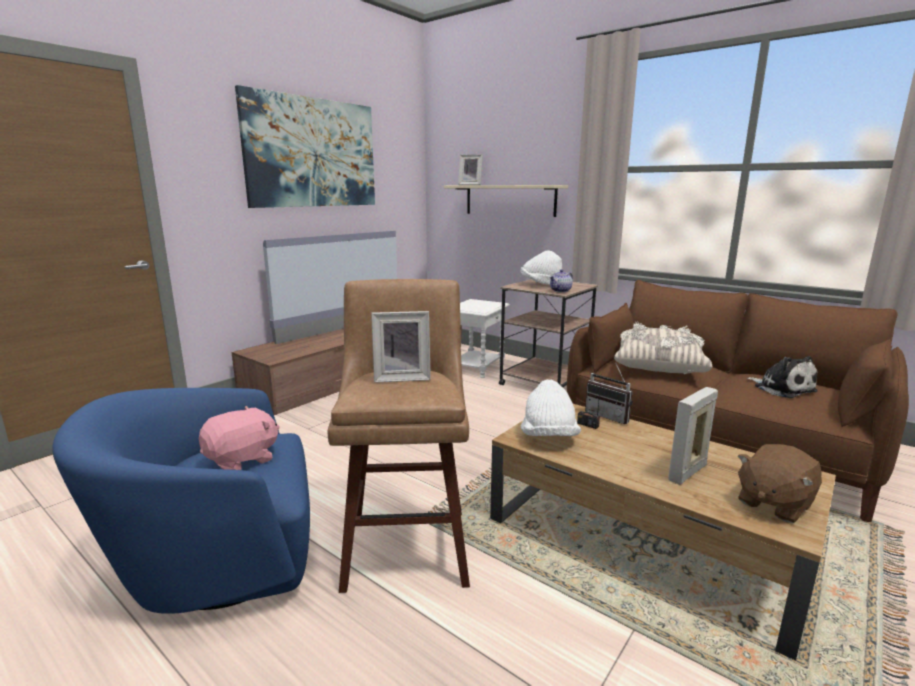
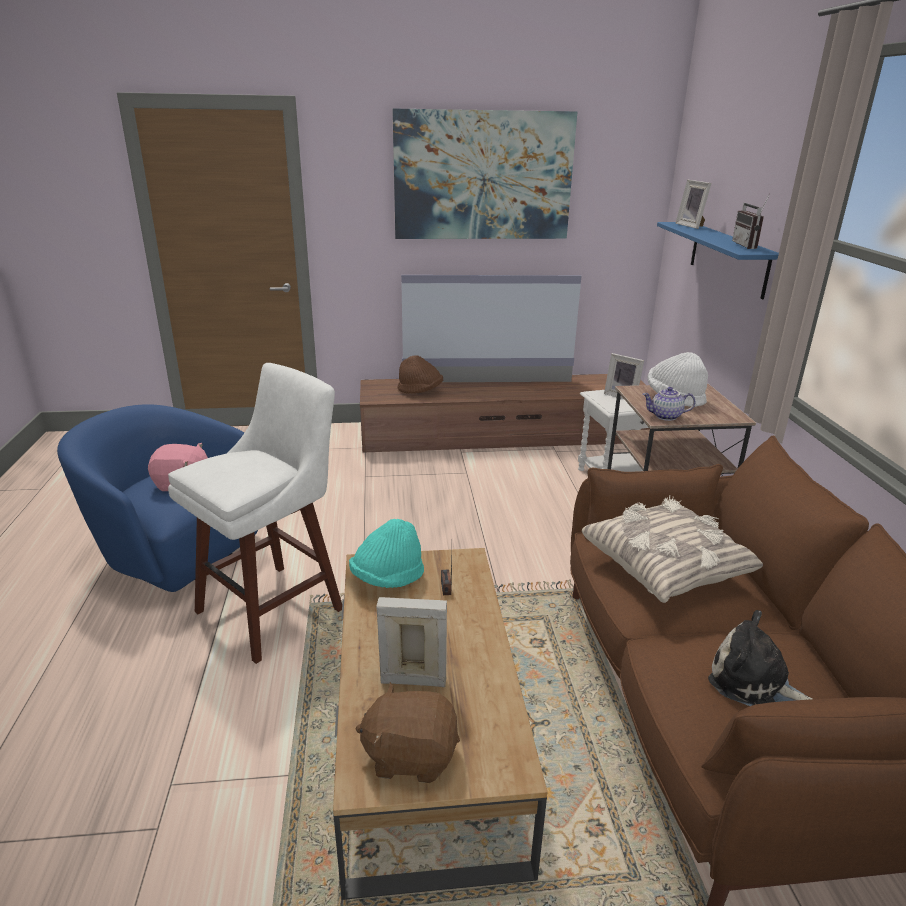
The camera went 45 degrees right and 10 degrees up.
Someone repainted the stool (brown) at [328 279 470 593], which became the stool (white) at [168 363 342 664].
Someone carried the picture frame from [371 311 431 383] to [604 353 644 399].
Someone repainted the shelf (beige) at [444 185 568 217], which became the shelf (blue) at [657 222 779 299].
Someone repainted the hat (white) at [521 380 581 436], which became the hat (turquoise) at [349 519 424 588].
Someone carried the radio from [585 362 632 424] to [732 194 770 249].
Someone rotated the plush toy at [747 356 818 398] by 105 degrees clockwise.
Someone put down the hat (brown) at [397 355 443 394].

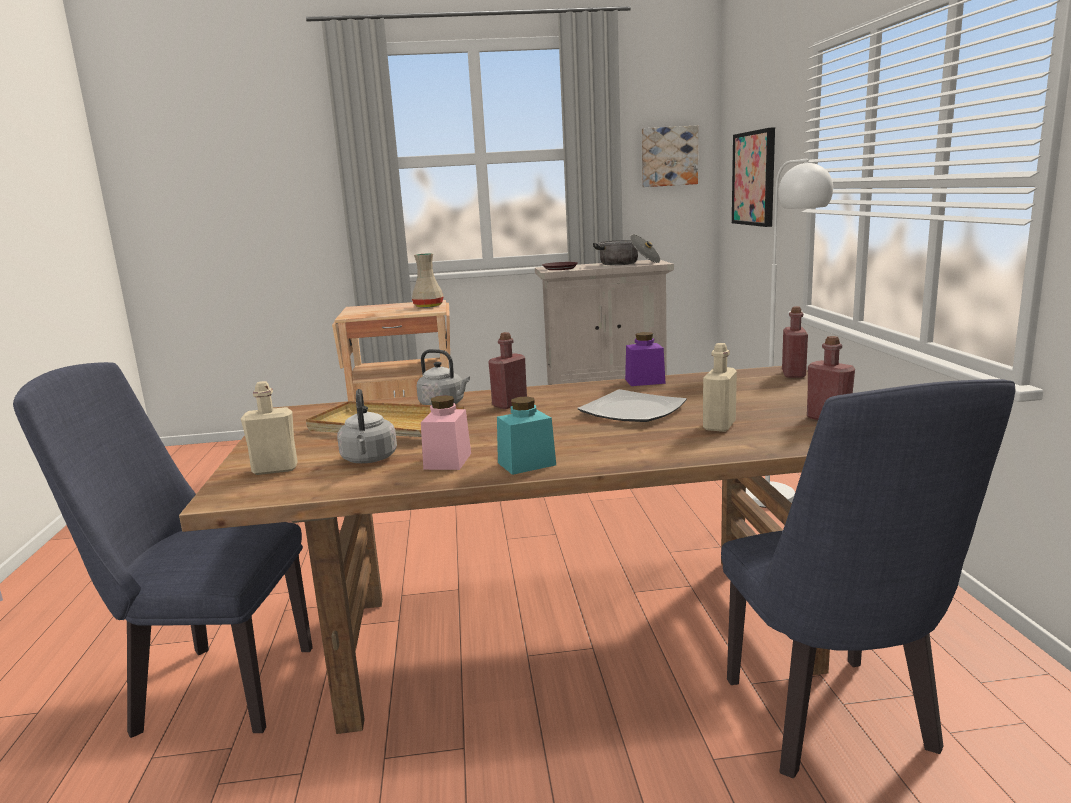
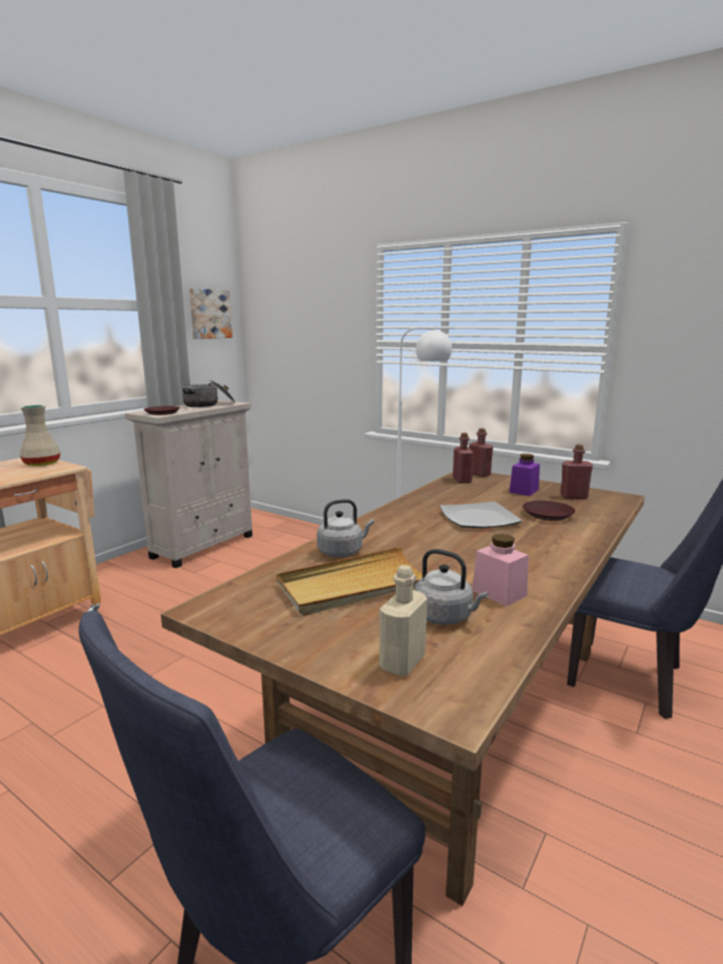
The camera went 50 degrees left and 0 degrees up.
Someone carried the bottle (red) from [488 332 527 409] to [453 433 474 483].
Someone took away the jar (turquoise) at [497 396 556 475].
Someone carried the jar (purple) from [625 332 666 386] to [509 454 540 496].
Someone swapped the bottle (beige) at [703 343 737 432] for the plate (brown) at [522 501 576 521].
Someone took away the picture at [732 127 775 227].

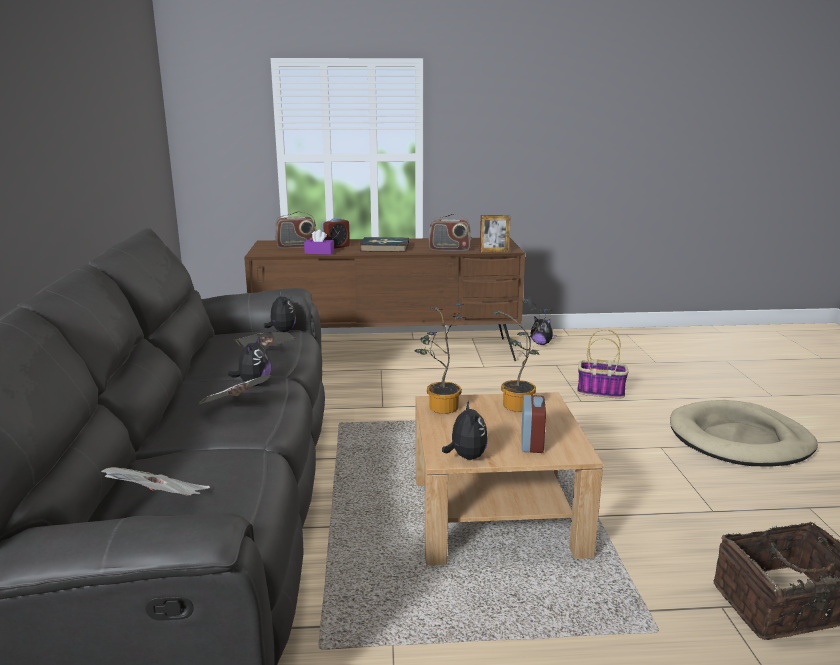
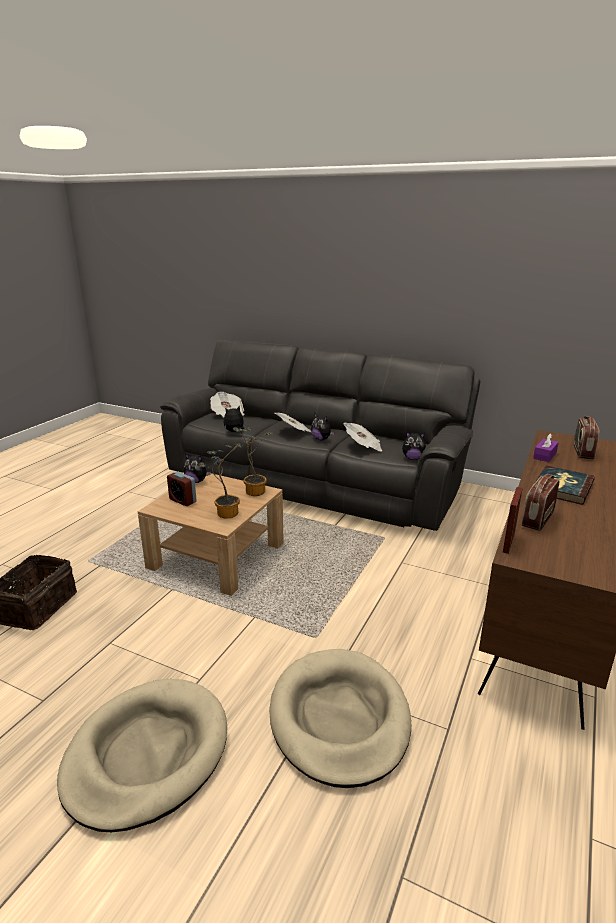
The camera went 120 degrees right and 5 degrees up.
Someone took away the alarm clock at [321 218 350 249].
Someone carried the plush toy from [531 317 556 345] to [223 406 244 432].
Someone swapped the basket at [577 329 629 398] for the dog bed (beige) at [269 649 411 788].

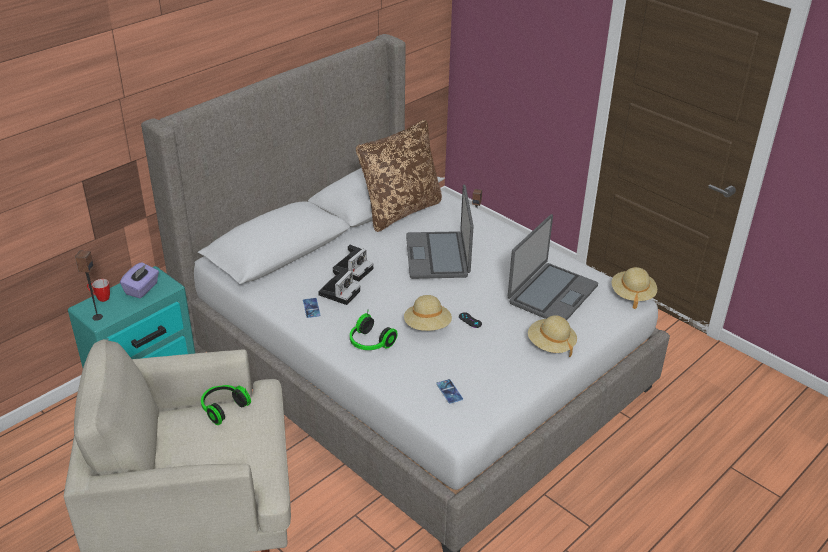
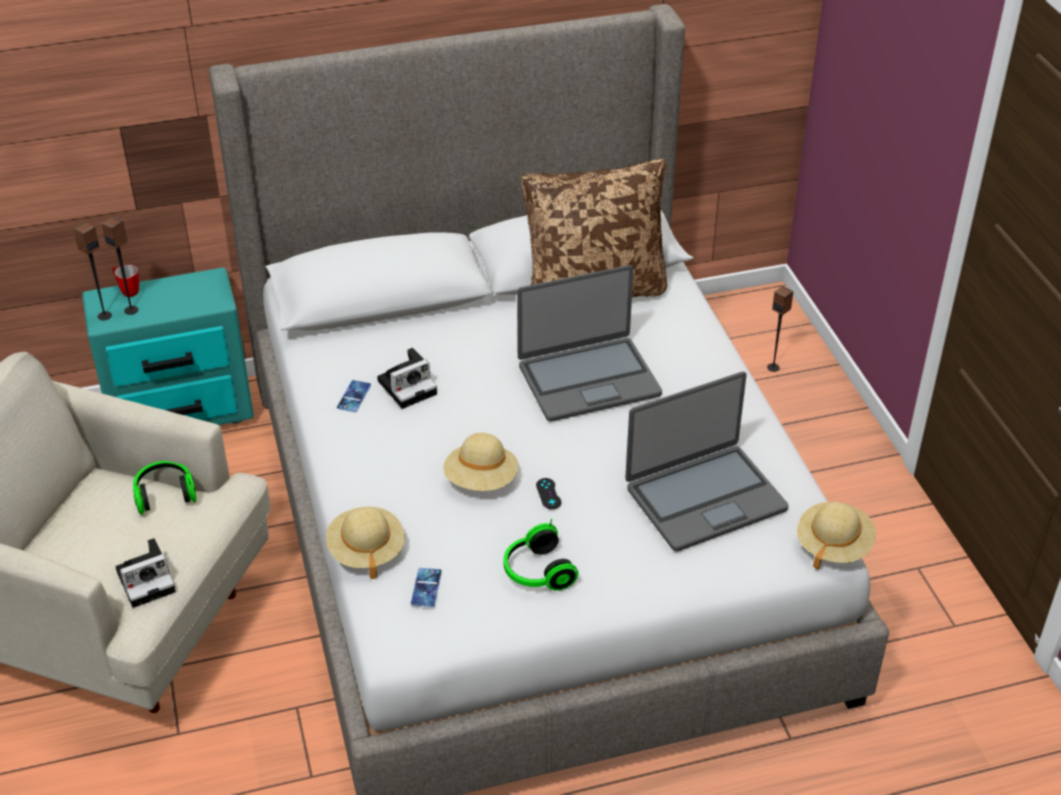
The camera went 30 degrees right and 5 degrees up.
Someone took away the tissue box (purple) at [120 262 159 298].
Someone carried the photo camera from [333 245 373 282] to [115 538 176 608].
Someone carried the headphones from [350 312 398 350] to [504 518 579 591].
Someone rotated the laptop at [406 184 474 279] by 135 degrees counterclockwise.
Someone carried the hat (beige) from [528 315 577 357] to [326 507 405 579].
Someone put down the speaker at [101 216 139 315].

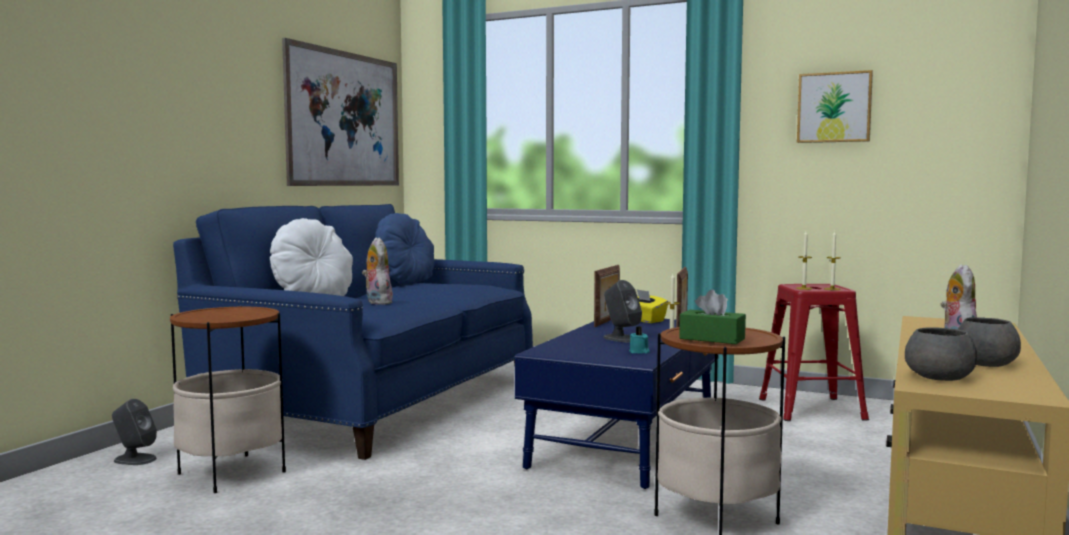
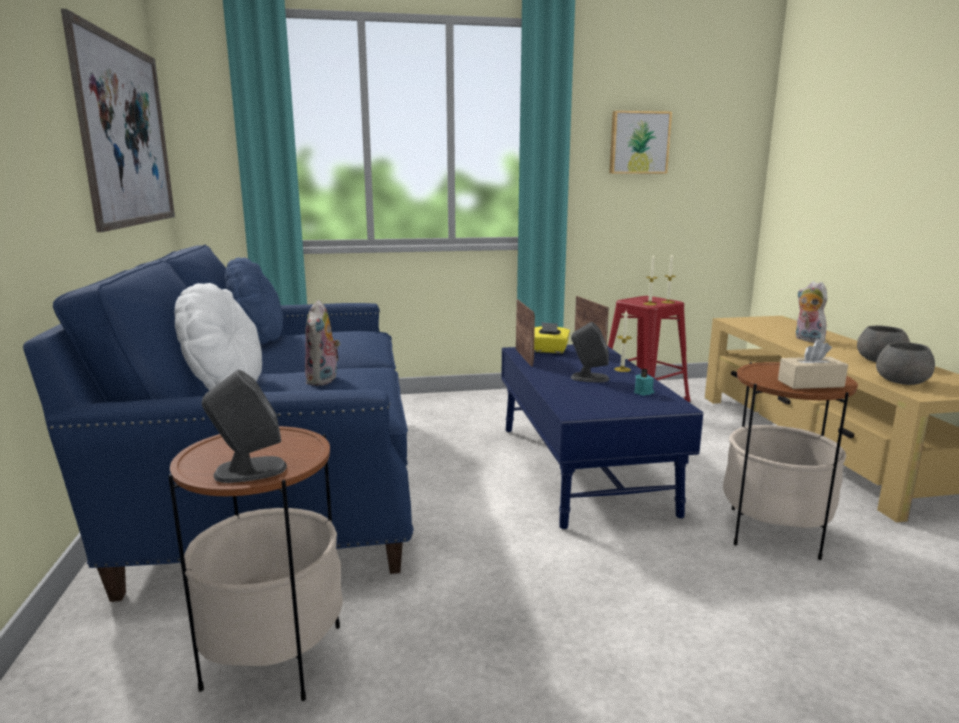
The camera went 35 degrees left and 10 degrees up.
Someone carried the speaker (grey) from [112 399 157 465] to [202 370 287 483].
Someone rotated the plush toy at [362 237 393 305] by 120 degrees counterclockwise.
Someone repainted the tissue box (green) at [679 289 746 344], which became the tissue box (beige) at [778 339 848 389].

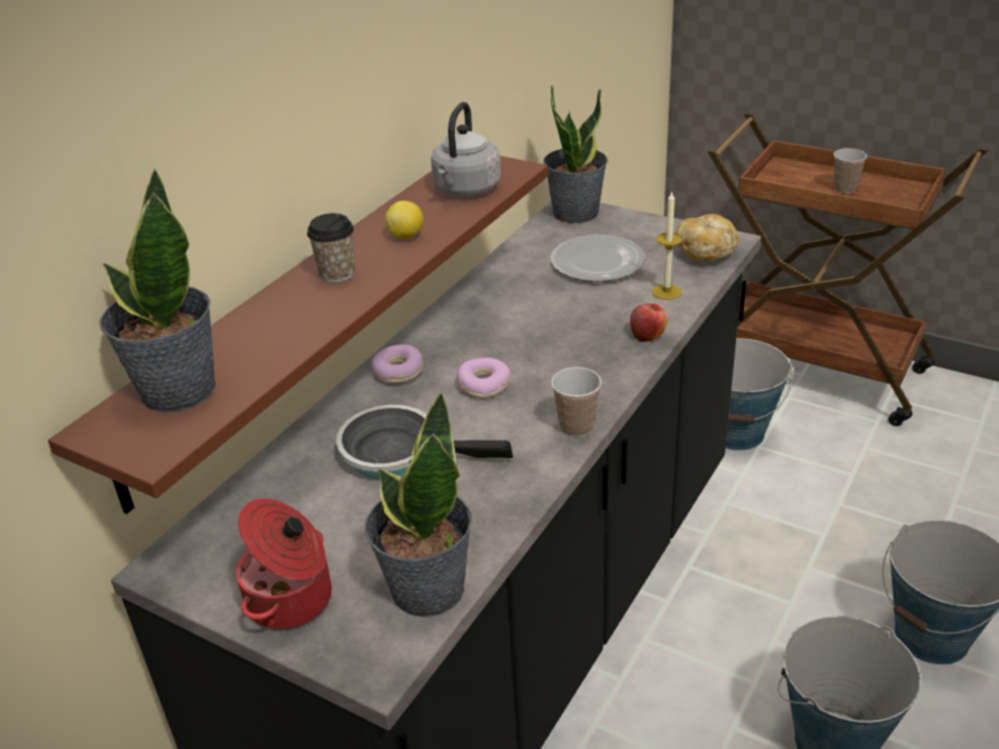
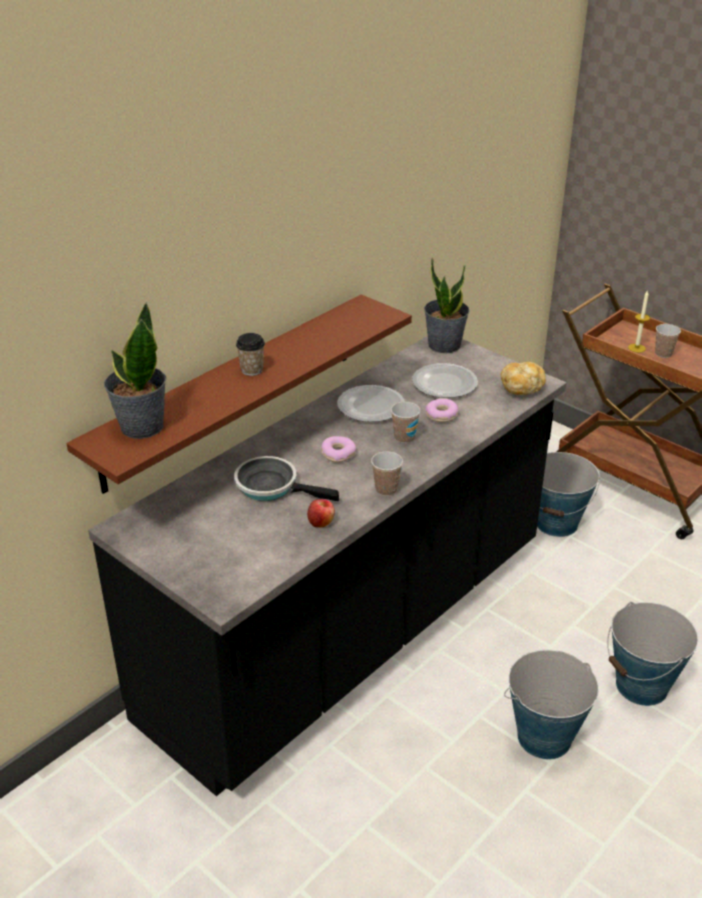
The camera went 10 degrees right and 0 degrees up.
Someone took away the cooking pot at [236 498 332 630].
Someone took away the potted plant at [365 391 472 617].
Someone carried the donut from [371 344 423 383] to [425 399 458 422].
Someone took away the lemon at [385 201 423 239].
Someone took away the kettle (grey) at [431 102 501 196].
Someone carried the apple from [630 303 668 342] to [307 499 335 527].
Someone carried the candle from [652 192 682 300] to [628 290 650 353].
Someone put down the plate at [337 385 405 422].
Someone put down the cup at [391 402 421 443].

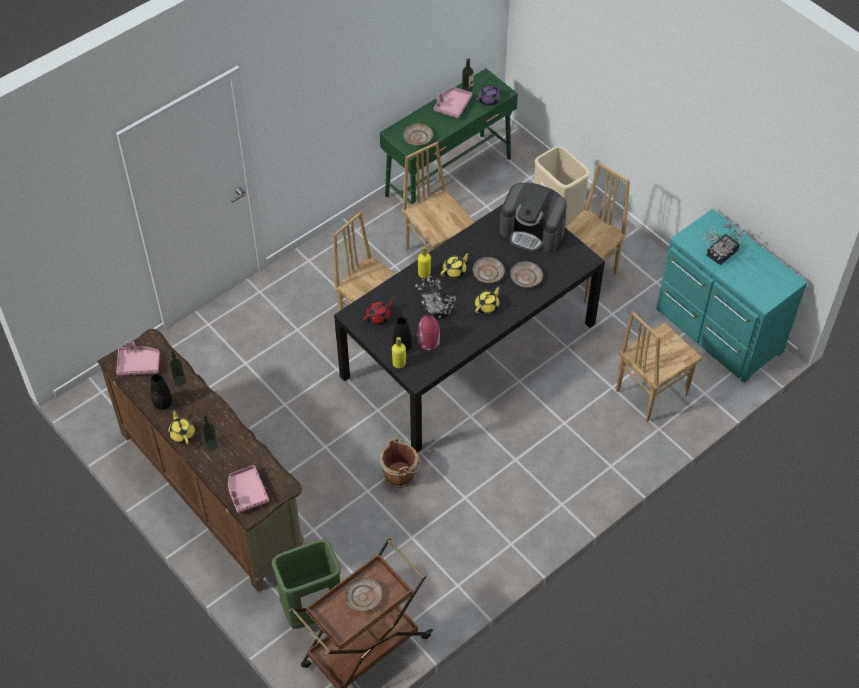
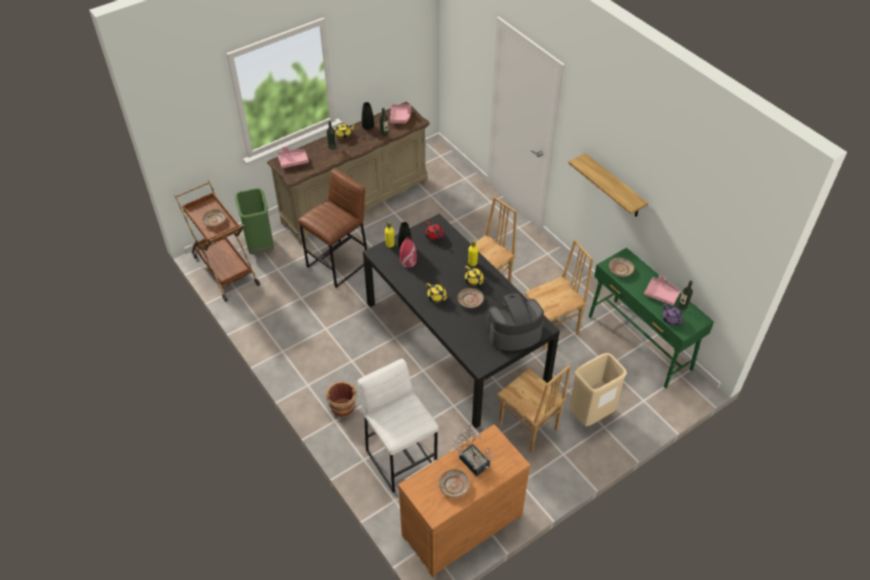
The camera went 95 degrees right and 5 degrees down.
Someone carried the bucket (brown) from [380 438 421 488] to [325 382 357 418].
Someone took away the potted plant at [415 275 456 320].
Someone rotated the coffee machine at [499 183 567 253] by 45 degrees clockwise.
Someone carried the plate (beige) from [510 262 543 288] to [439 469 470 498].
Someone swapped the chair (brown) at [616 311 702 422] for the stool (white) at [358 359 439 493].
Someone repainted the dresser (turquoise) at [656 209 808 383], which became the dresser (brown) at [398 424 531 577].
Someone put down the stool (brown) at [298 169 367 288].
Someone put up the shelf at [568 153 648 217].

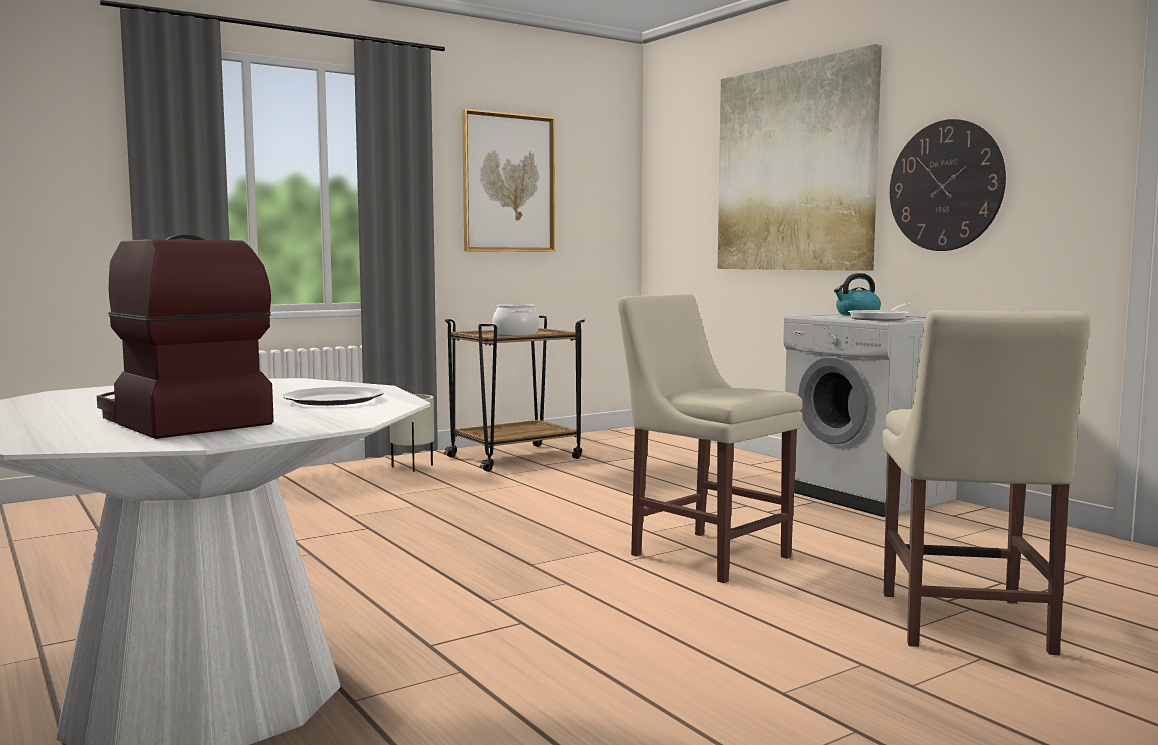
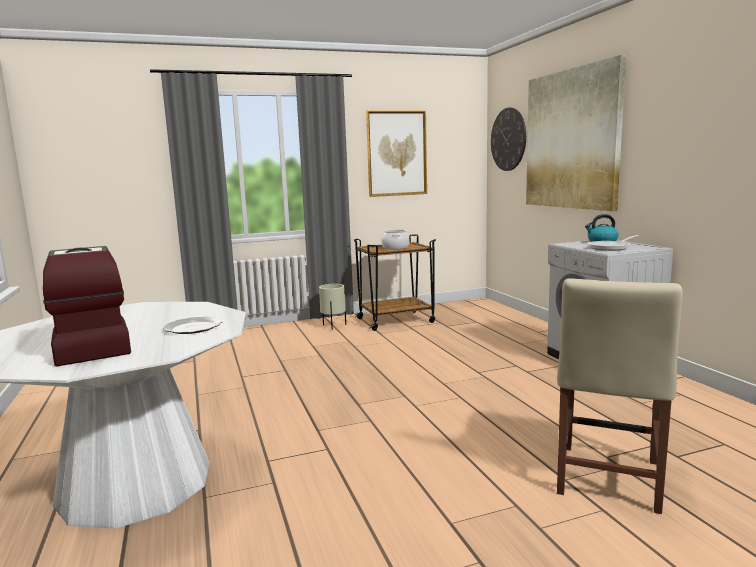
The camera went 15 degrees right and 5 degrees up.
Someone took away the chair (beige) at [618 294 803 583].
Someone carried the wall clock from [890 119 1006 251] to [491 108 526 171].

